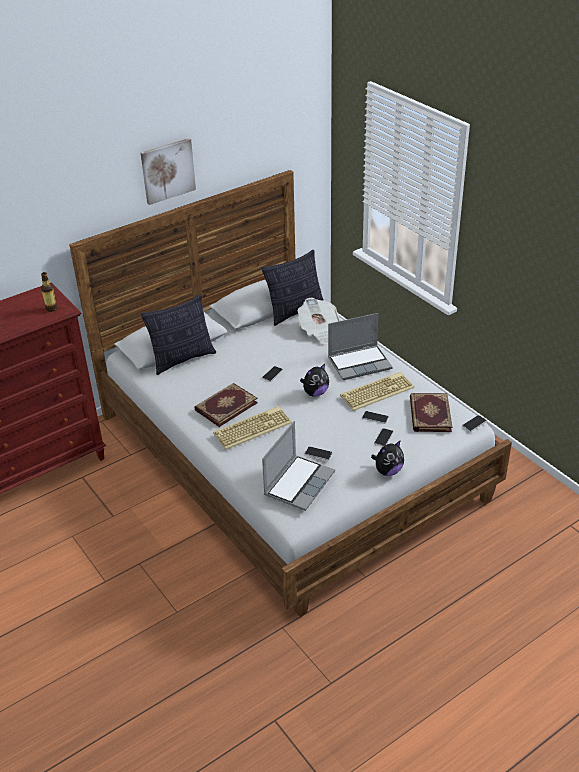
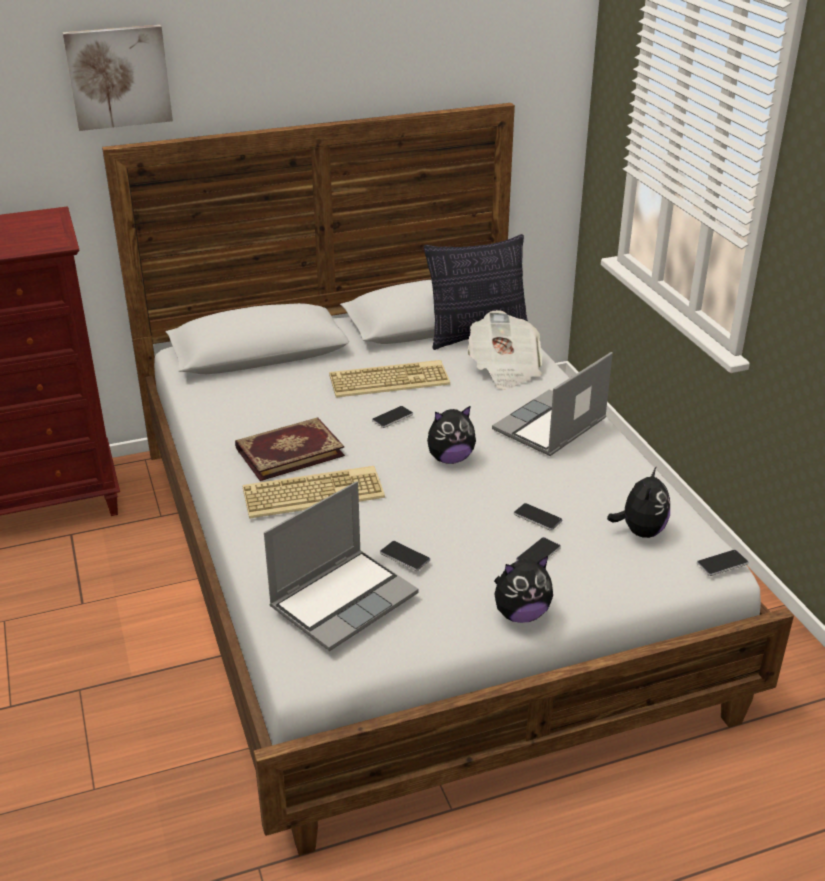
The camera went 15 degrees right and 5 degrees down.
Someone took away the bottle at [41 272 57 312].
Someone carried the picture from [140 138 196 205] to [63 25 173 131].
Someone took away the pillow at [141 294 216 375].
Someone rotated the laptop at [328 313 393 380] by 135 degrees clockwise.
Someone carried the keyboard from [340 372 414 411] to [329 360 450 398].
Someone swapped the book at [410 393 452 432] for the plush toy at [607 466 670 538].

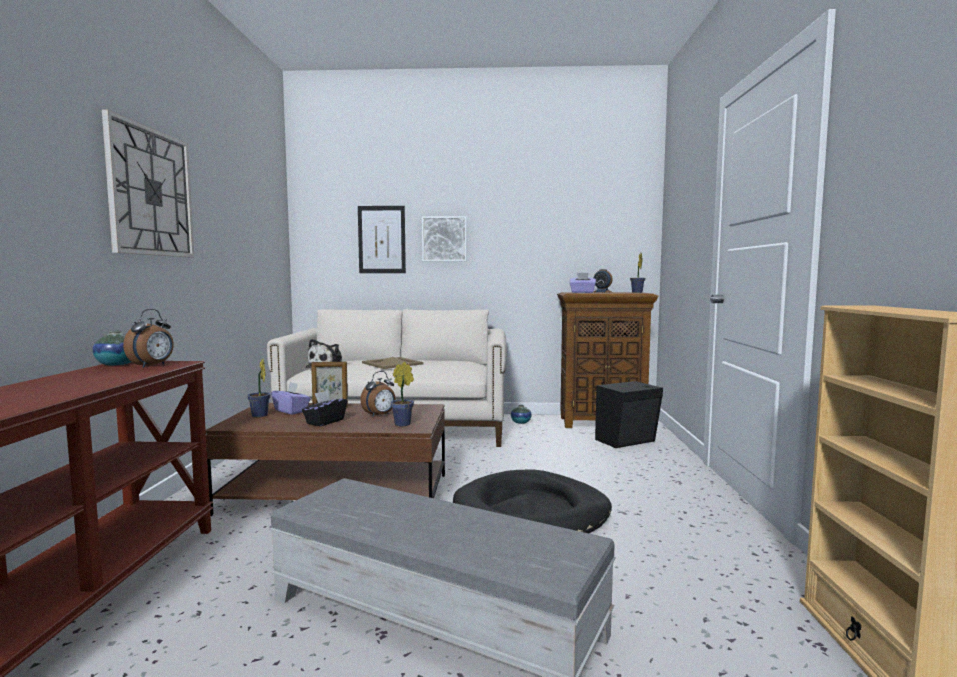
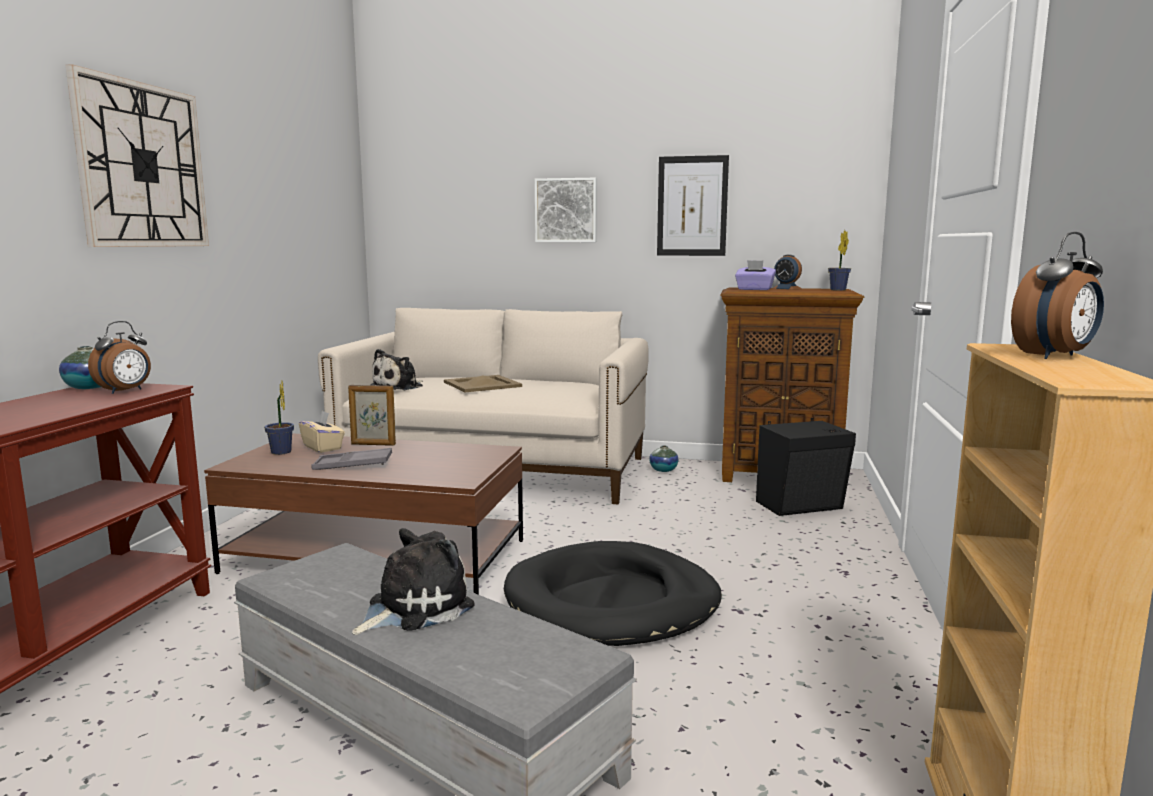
The camera went 10 degrees right and 5 degrees up.
Someone repainted the tissue box (purple) at [271 382 311 415], which became the tissue box (beige) at [299 410 345 453].
Someone swapped the tissue box (black) at [302 390 347 426] for the tray (grey) at [311 448 392 470].
Someone carried the picture from [358 206 406 273] to [657 155 729 256].
Someone carried the alarm clock from [360 371 395 417] to [1011 232 1104 359].
Someone took away the potted plant at [391 362 414 426].
Someone put down the plush toy at [352 528 475 635].

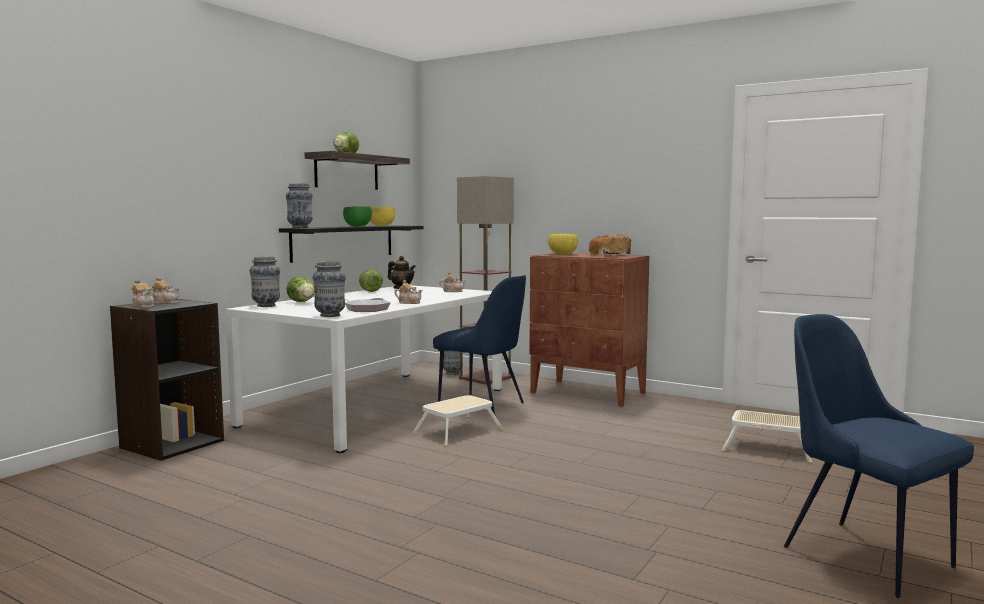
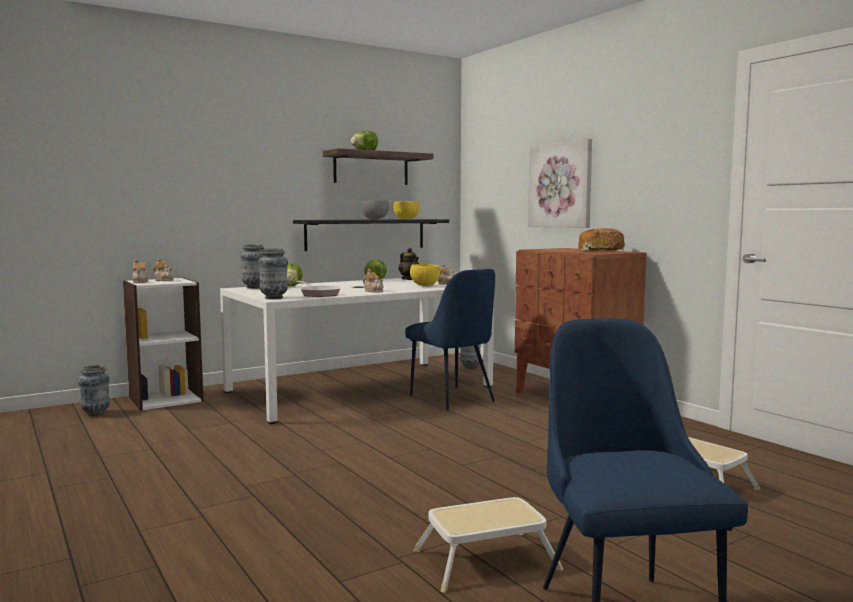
The camera went 25 degrees right and 0 degrees up.
Someone repainted the bookcase (black) at [110 299 224 461], which became the bookcase (white) at [123 278 204 411].
Someone carried the vase from [286 183 313 228] to [78 365 110 416].
Someone repainted the bowl (green) at [343 206 372 227], which became the bowl (grey) at [362 200 389 219].
Someone carried the step ladder (beige) from [412 395 503 445] to [413 497 563 593].
Someone took away the floor lamp at [457 176 514 385].
Someone carried the bowl (yellow) from [548 233 578 255] to [410 264 440 286].
Someone put up the picture at [528 139 592 228].

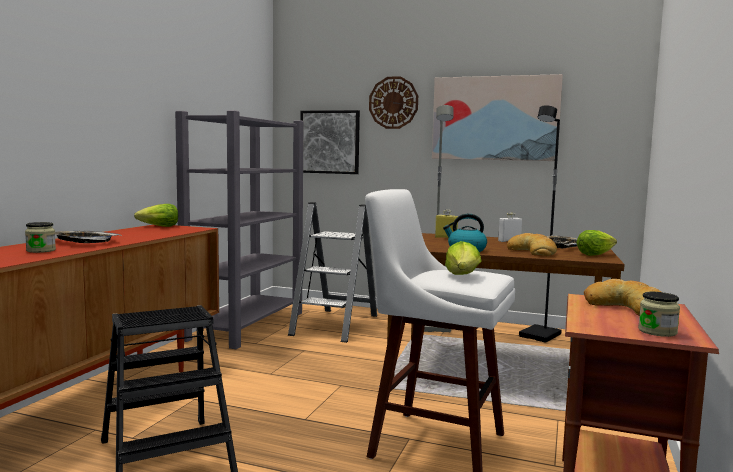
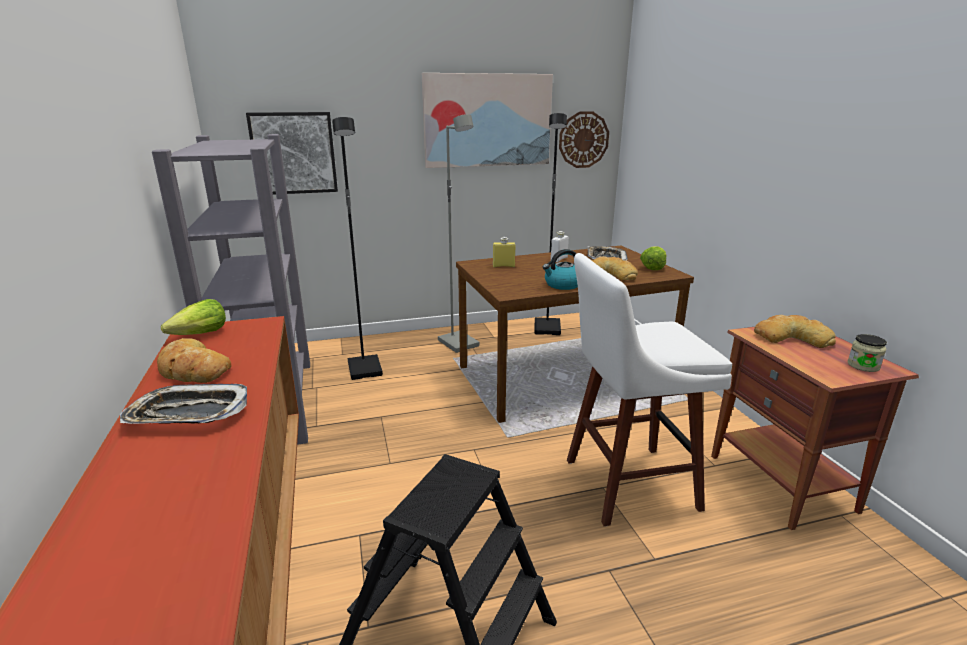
The camera went 35 degrees left and 15 degrees up.
Someone took away the jar at [25 222 56 253].
Someone swapped the step ladder (grey) at [288 202 377 343] for the floor lamp (black) at [332 117 383 380].
Someone carried the wall clock from [369 76 418 129] to [559 111 609 168].
Someone took away the lettuce at [445 241 482 275].
Someone put down the bread at [157 338 231 383].

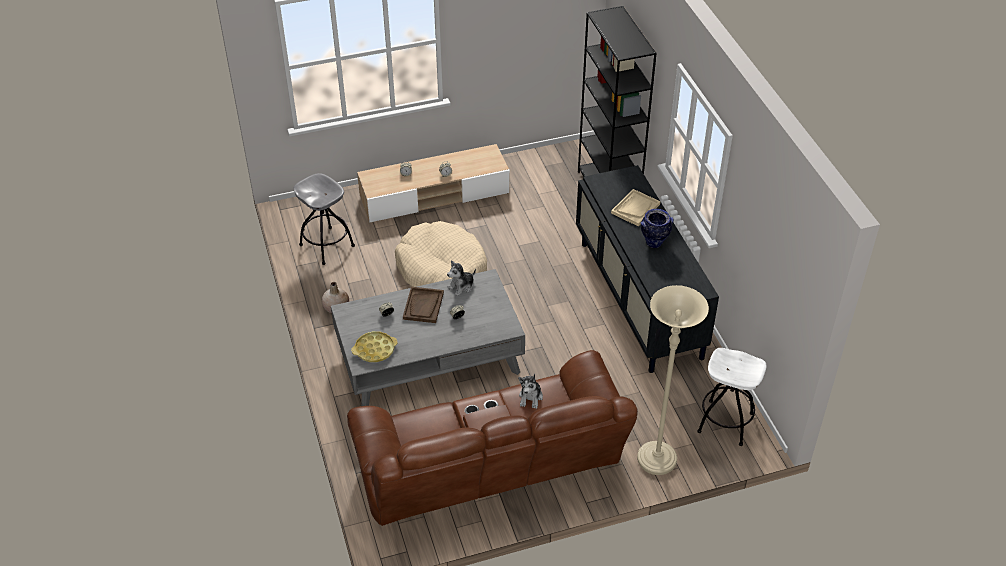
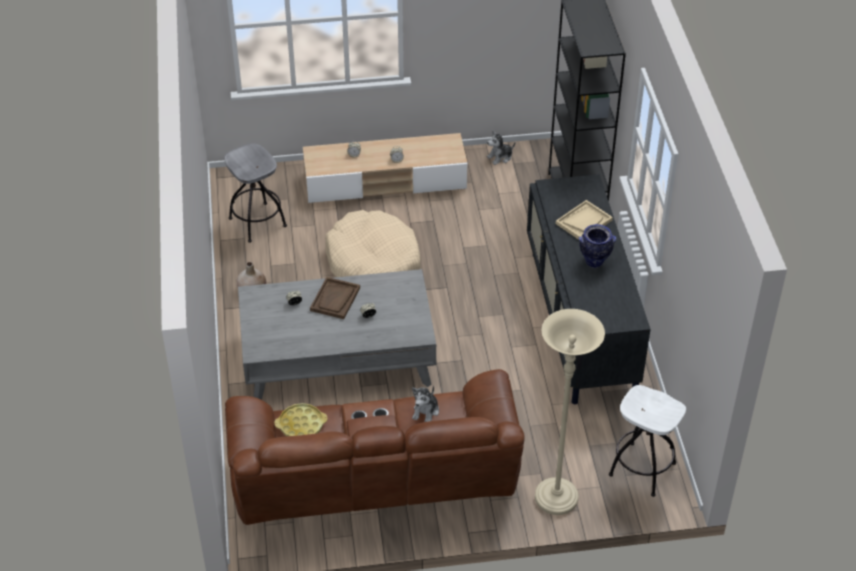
The camera went 10 degrees right and 0 degrees up.
Someone carried the tray (yellow) from [351 331 398 362] to [275 403 327 436].
Someone carried the plush toy from [447 260 476 296] to [487 131 515 165].

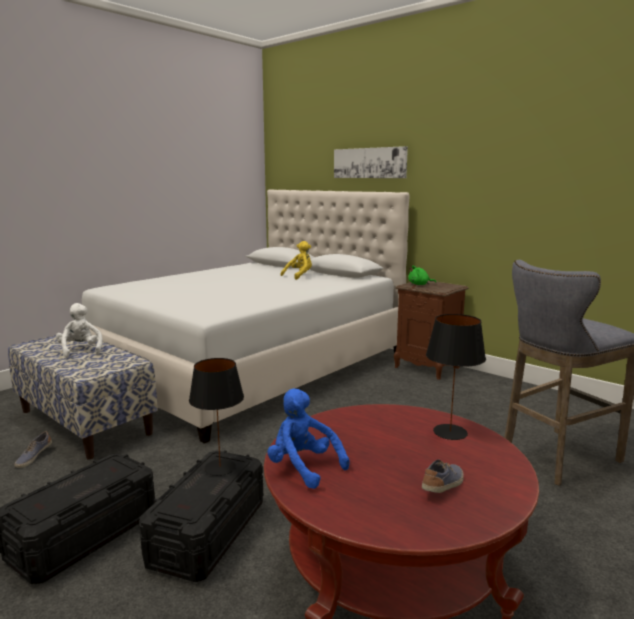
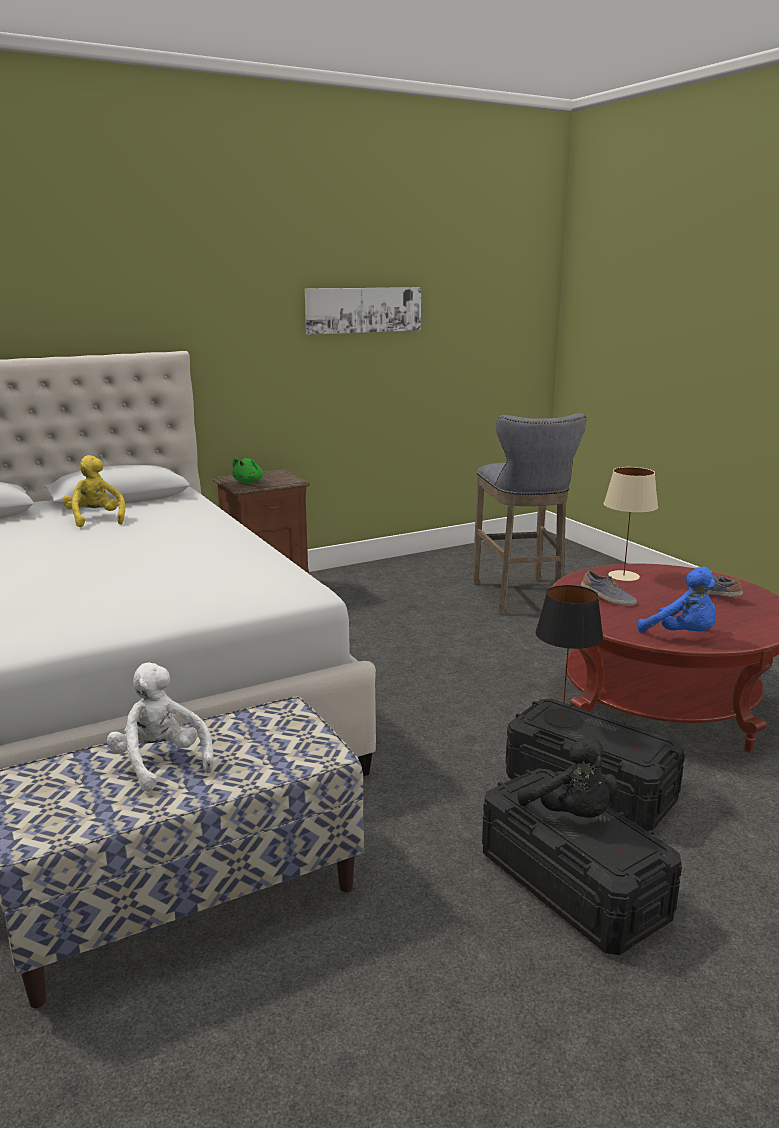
The camera went 70 degrees left and 5 degrees up.
Someone carried the shoe from [14 431 52 468] to [581 570 637 606].
Someone rotated the plush toy (white) at [56 303 103 357] by 60 degrees clockwise.
Someone rotated the plush toy (blue) at [267 388 350 489] by 105 degrees counterclockwise.
Someone carried the picture from [334 146 408 178] to [305 287 421 335].
Someone repainted the table lamp (black) at [426 314 486 440], which became the table lamp (beige) at [604 467 658 581].
Someone put down the plush toy (black) at [518 736 618 818].

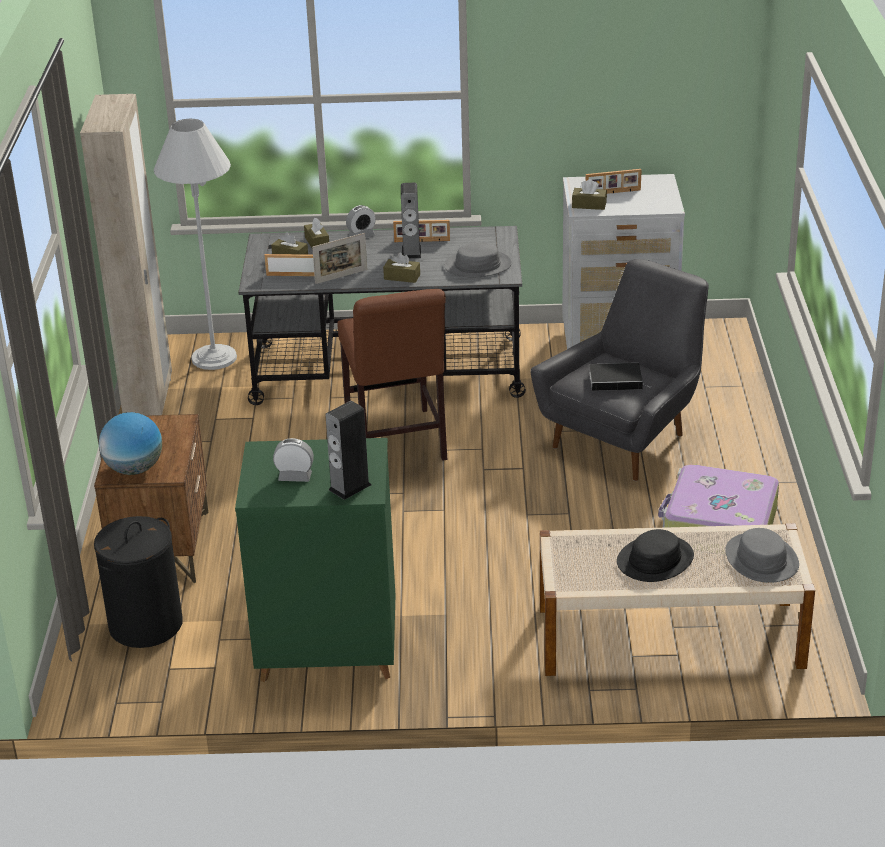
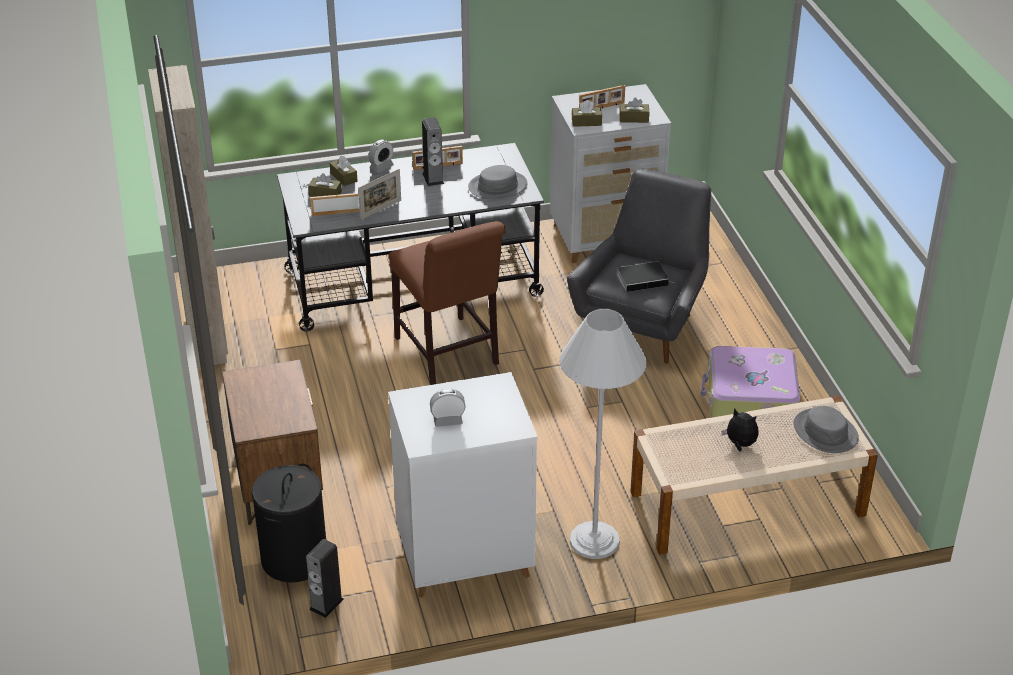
The camera went 15 degrees left and 5 degrees up.
Someone took away the globe at [99 412 162 475].
Someone carried the floor lamp (white) from [154 119 237 370] to [559 309 647 559].
Someone repainted the dresser (green) at [235 438 395 683], which became the dresser (white) at [388 372 538 598].
Someone carried the speaker from [325 401 371 500] to [306 539 344 618].
Someone carried the tissue box (brown) from [383 252 420 283] to [619 98 649 123].
Someone swapped the hat (black) at [617 529 694 582] for the plush toy at [721 408 759 451].

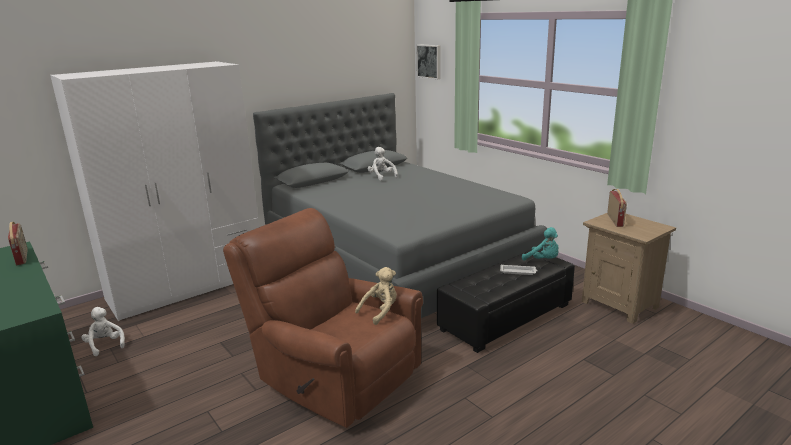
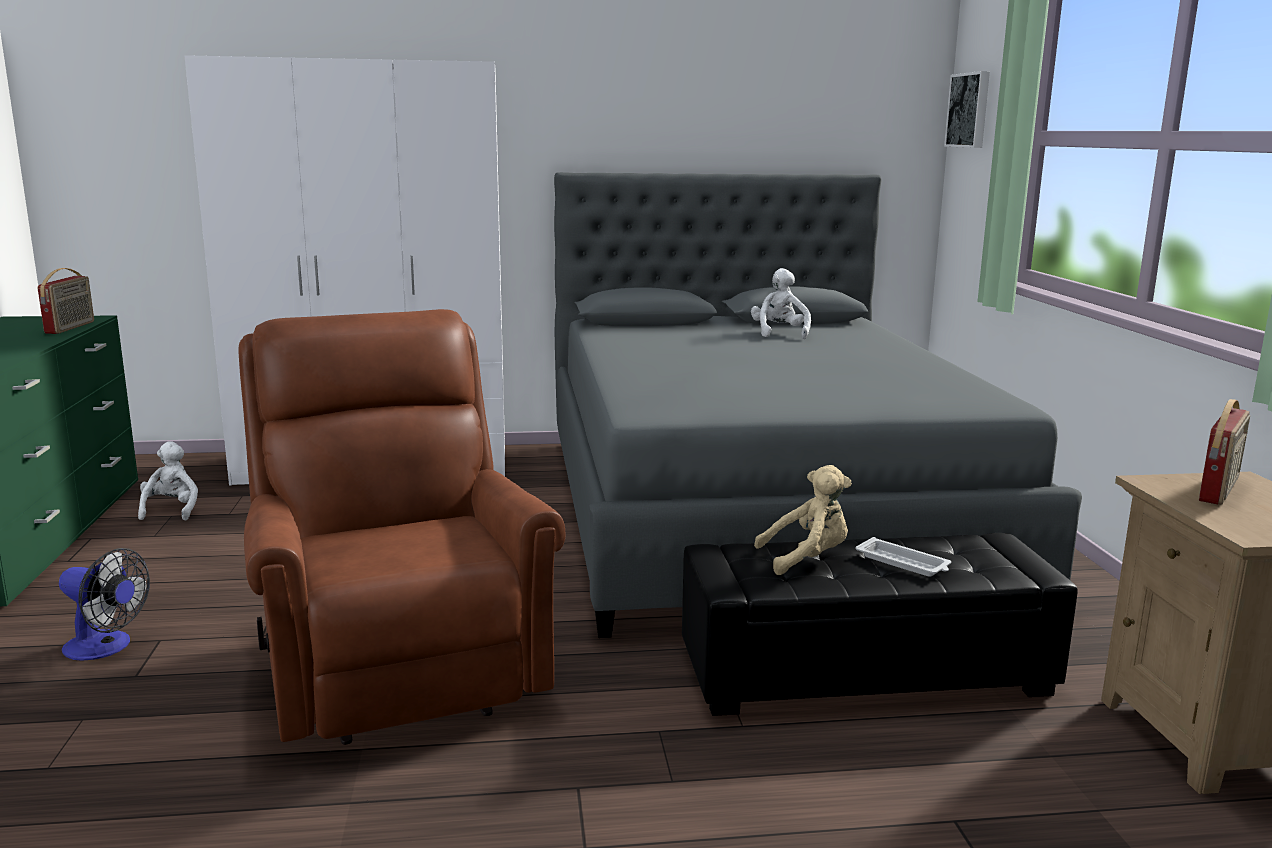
The camera went 30 degrees right and 5 degrees down.
Someone carried the plush toy (beige) from [355 267 397 325] to [754 465 852 575].
Someone took away the plush toy (turquoise) at [522 227 558 261].
Someone put down the fan at [59 548 150 660].

